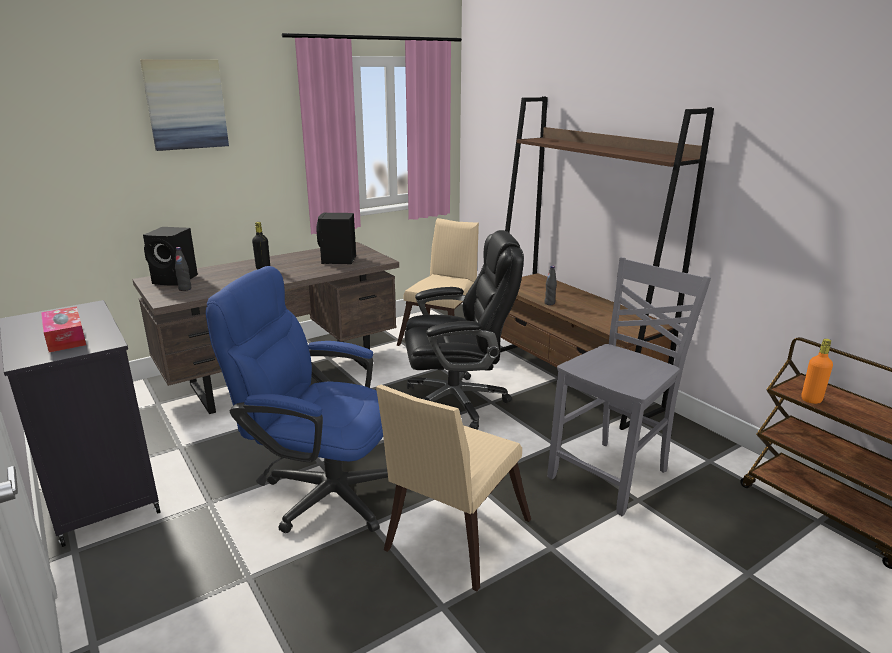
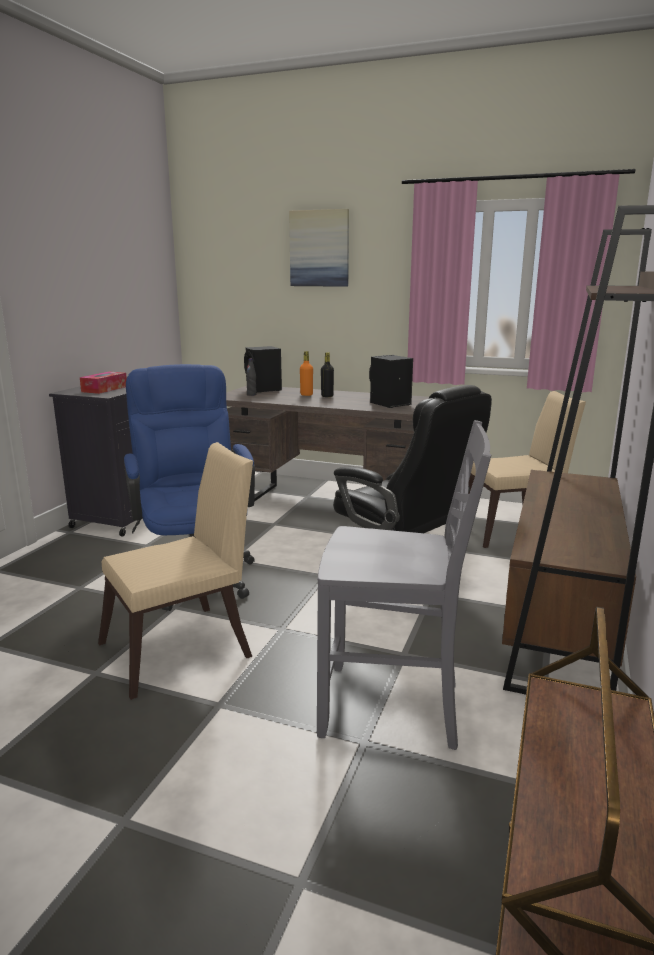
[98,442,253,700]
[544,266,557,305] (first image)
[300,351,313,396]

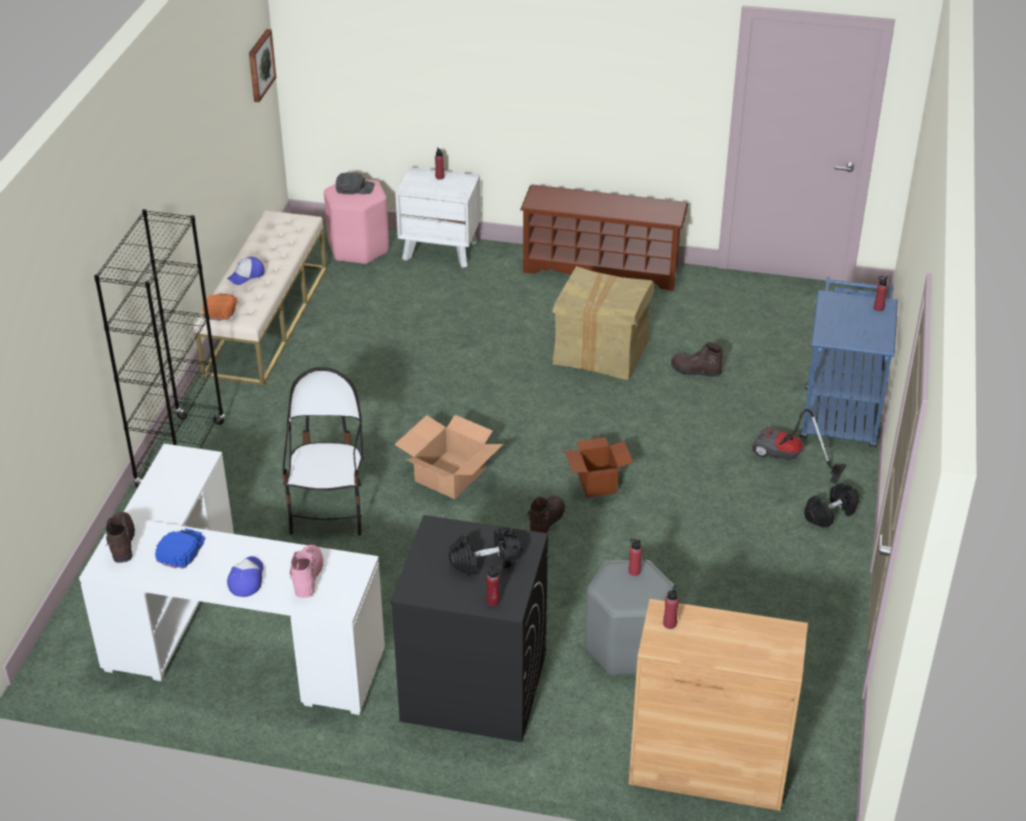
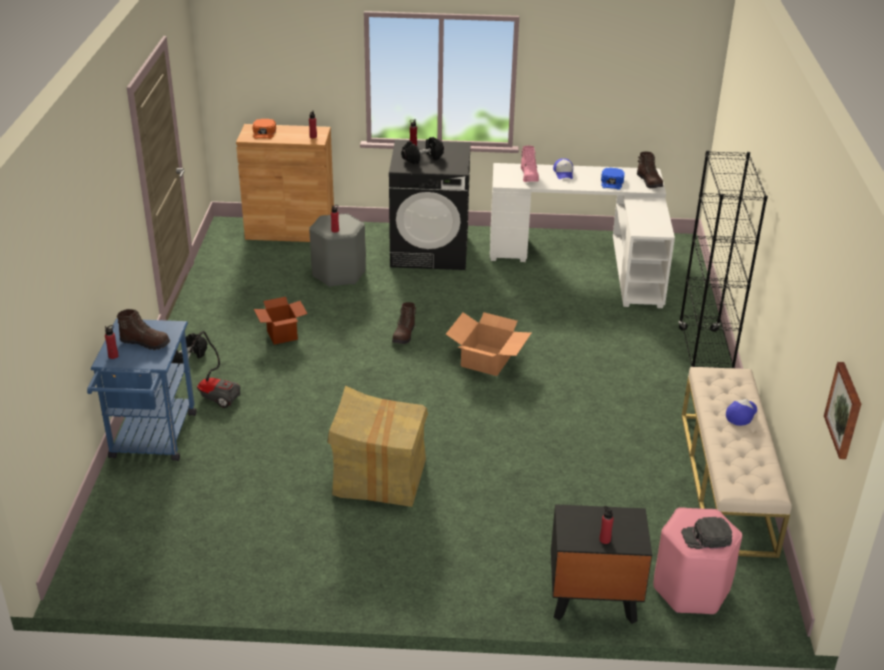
[253,119,276,139]
[283,367,363,536] (first image)
[551,504,652,624]
[520,184,689,291] (first image)
[254,297,308,345]
[117,309,170,350]

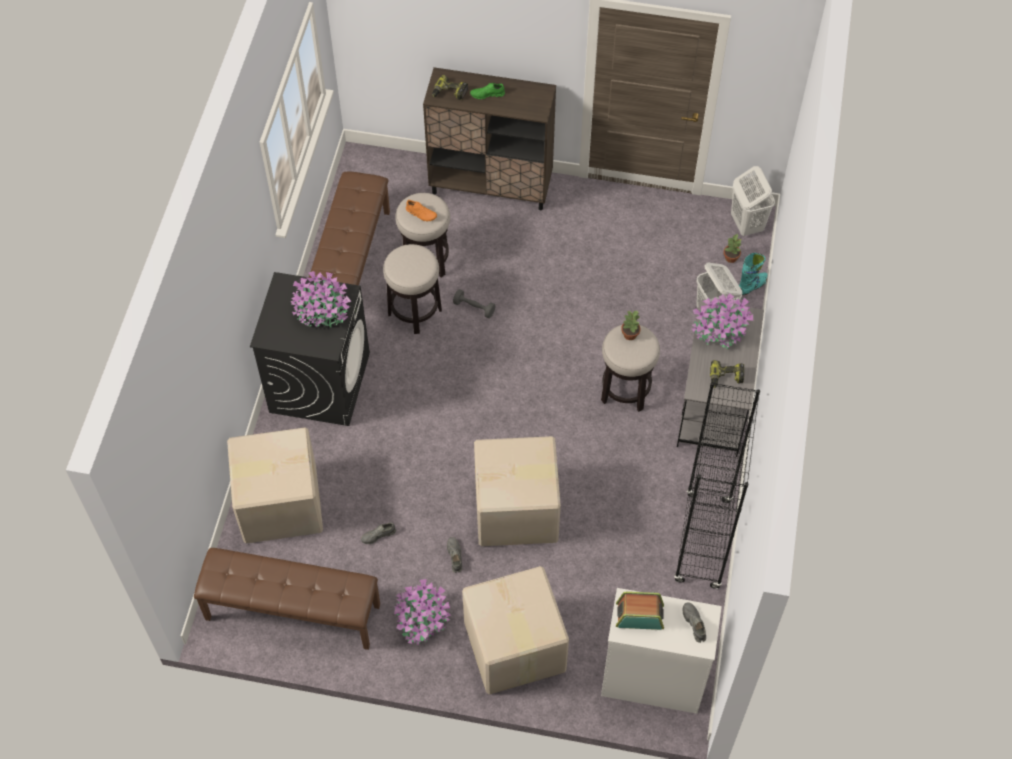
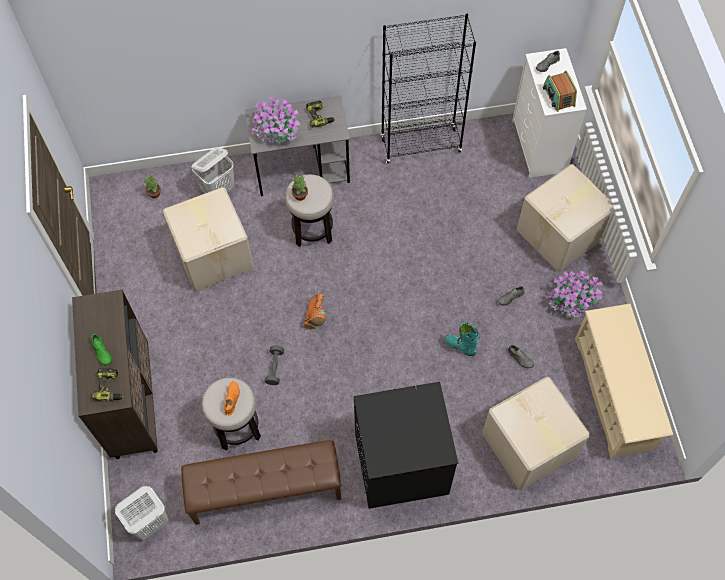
[575,304,673,460]
[291,271,352,328] (first image)
[383,244,442,334] (first image)
[163,187,254,291]
[115,486,169,540]
[445,322,480,356]
[303,293,327,329]

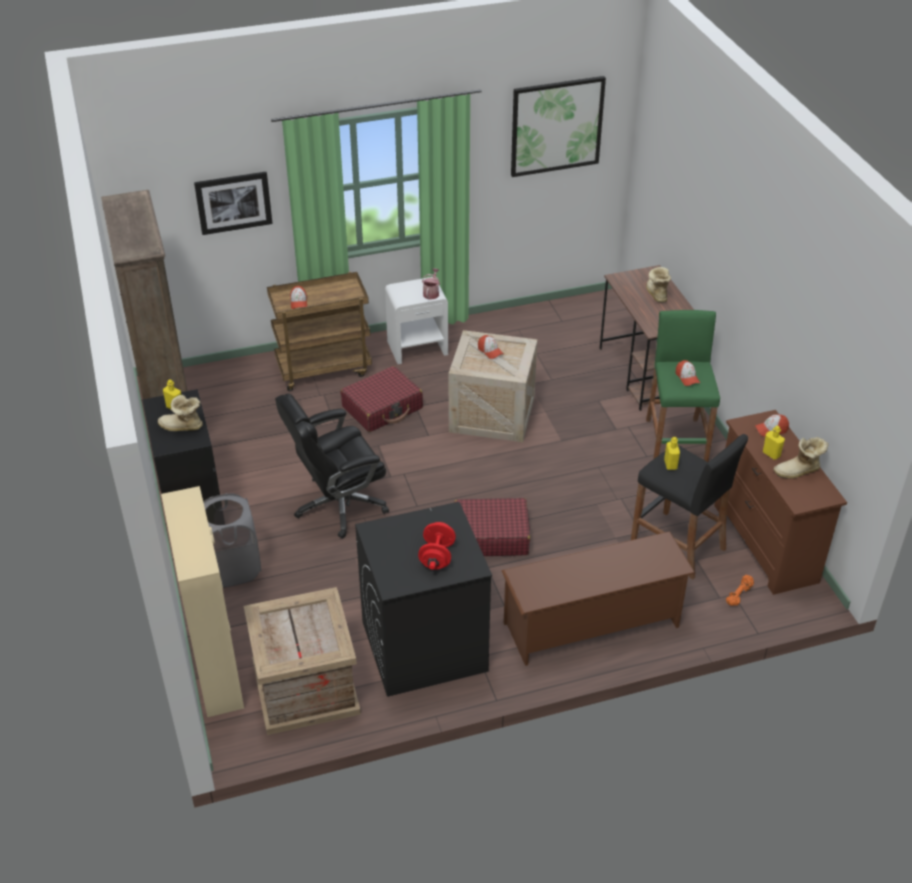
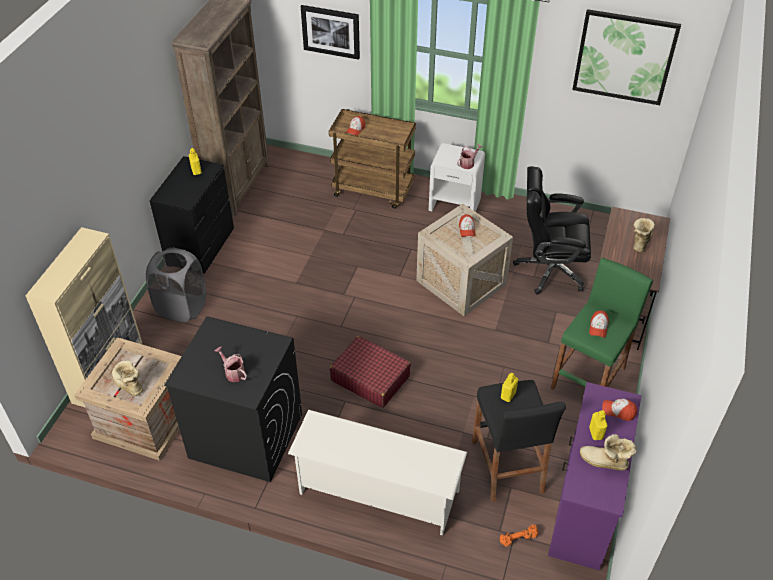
[112,360,143,396]
[513,166,591,295]
[341,366,423,432] (first image)
[215,346,247,382]
[288,410,467,536]
[548,382,641,570]

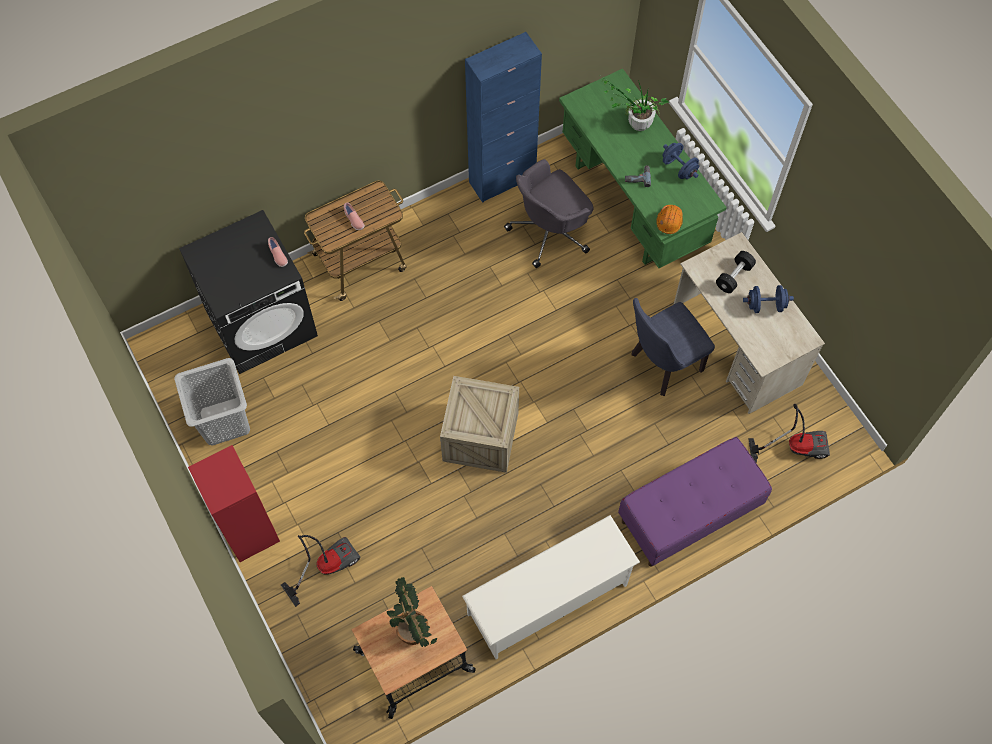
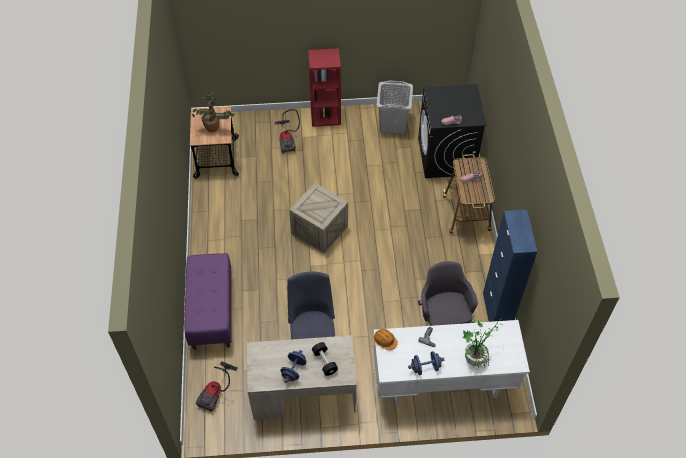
[462,515,640,659] (first image)
[374,320,530,405]

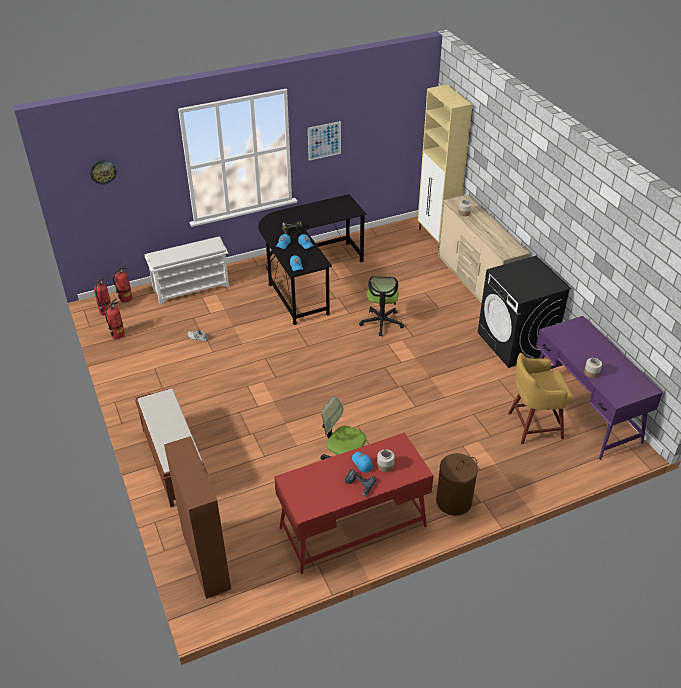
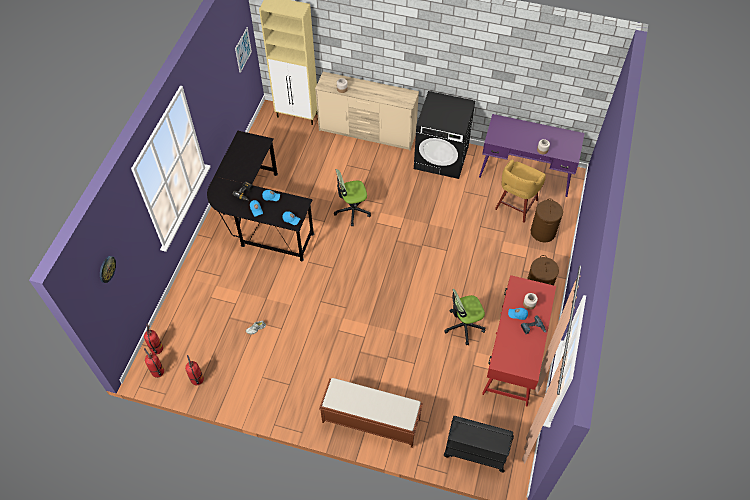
[144,236,229,305] (first image)
[444,416,514,472]
[235,27,252,73]
[334,169,371,226]
[530,198,563,242]

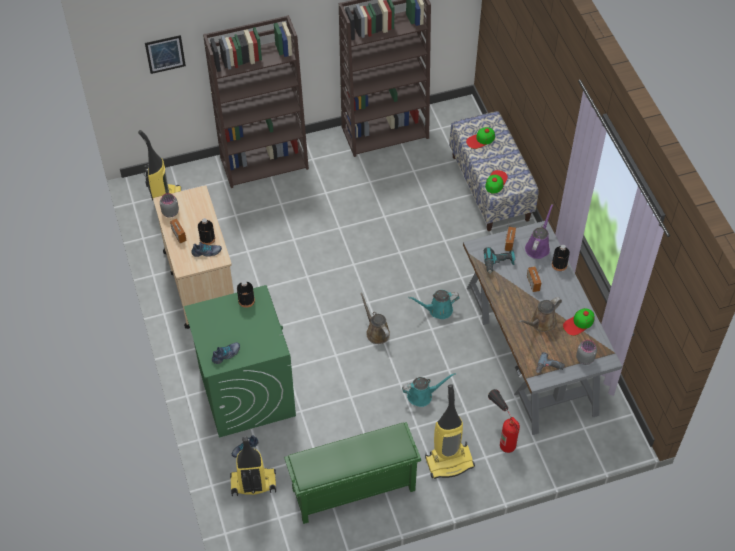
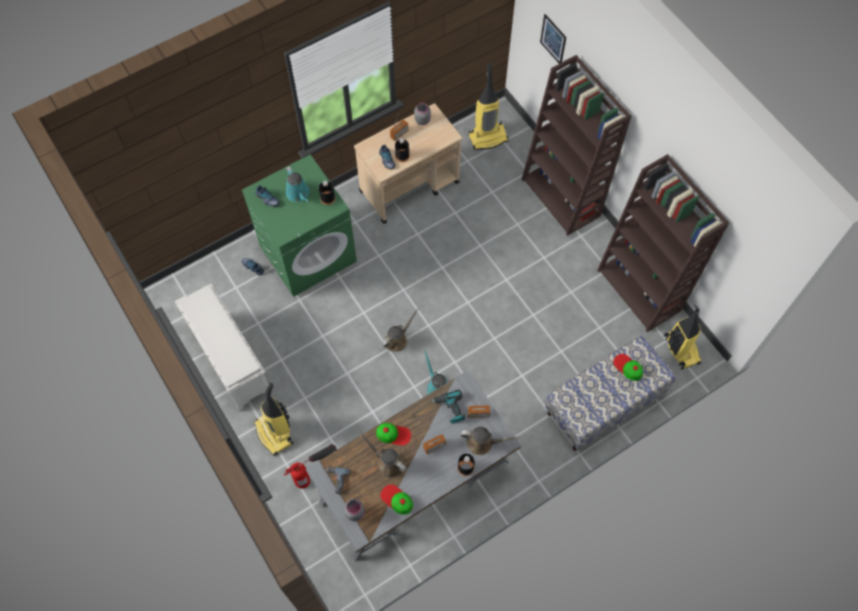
[663,305,702,370]
[175,284,272,411]
[286,166,309,202]
[376,423,411,446]
[461,427,519,455]

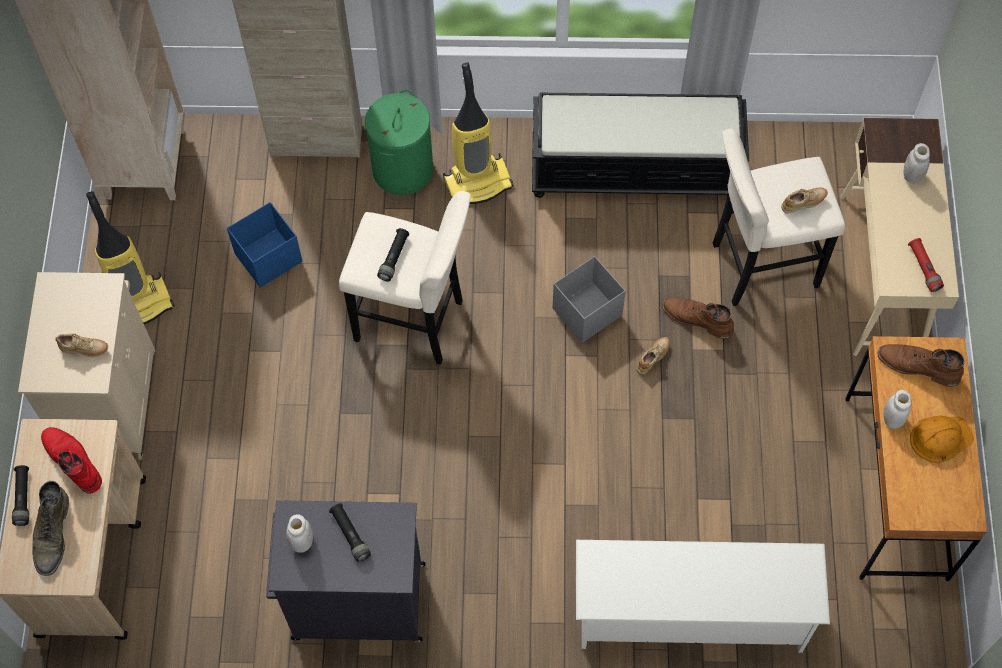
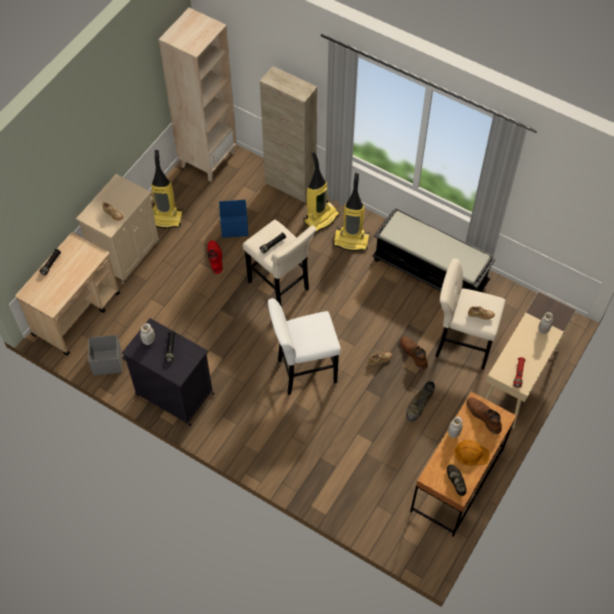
[406,381,435,422]
[207,240,223,274]
[303,152,340,233]
[88,335,122,375]
[576,540,830,653] (first image)
[268,298,341,395]
[447,464,467,496]

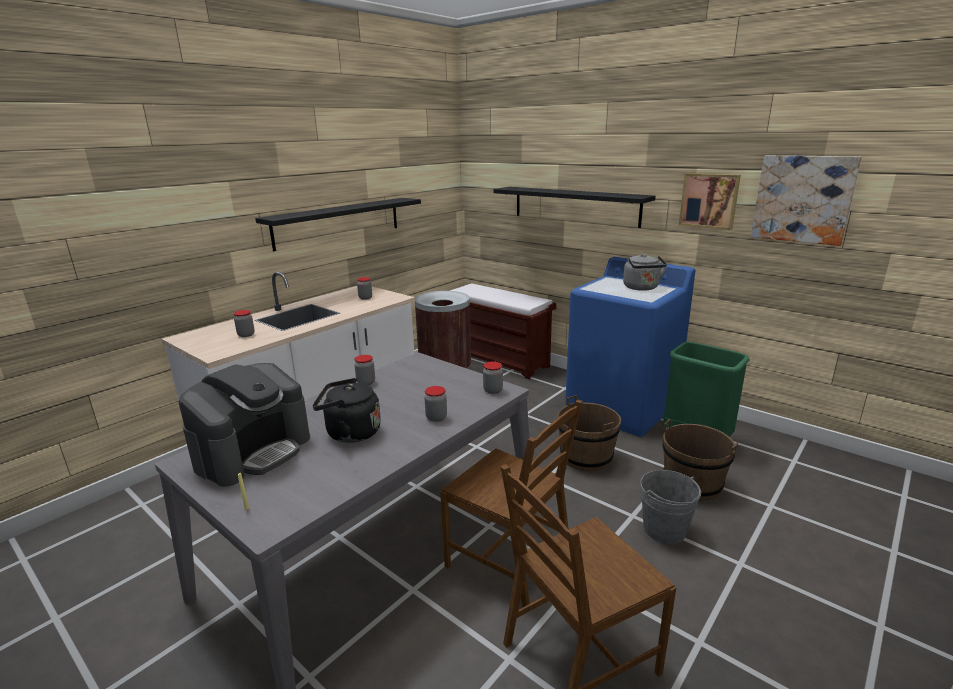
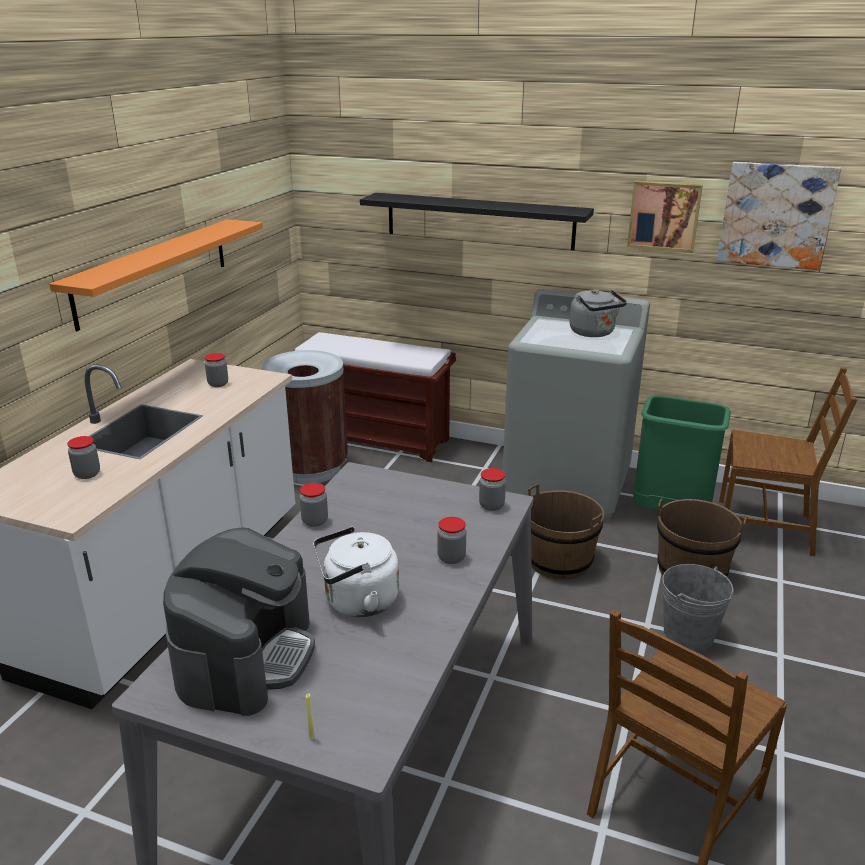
[49,219,263,331]
[313,527,399,617]
[719,367,857,556]
[503,289,650,521]

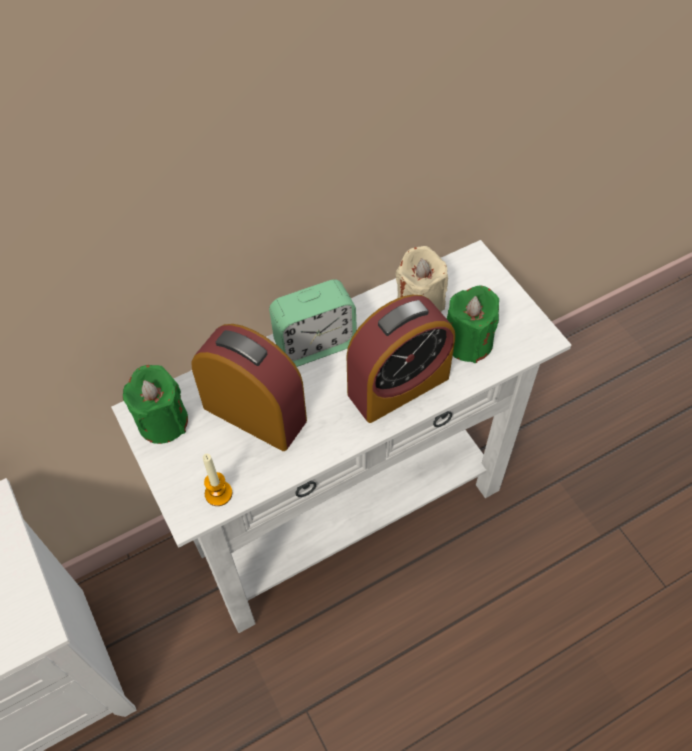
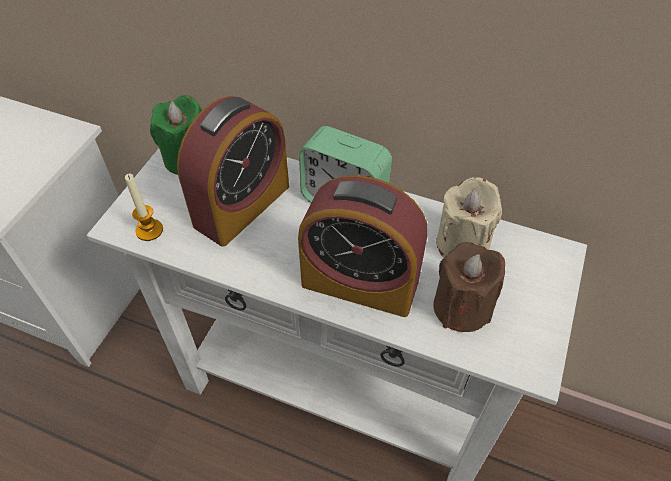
[177,96,289,247]
[433,242,505,332]

